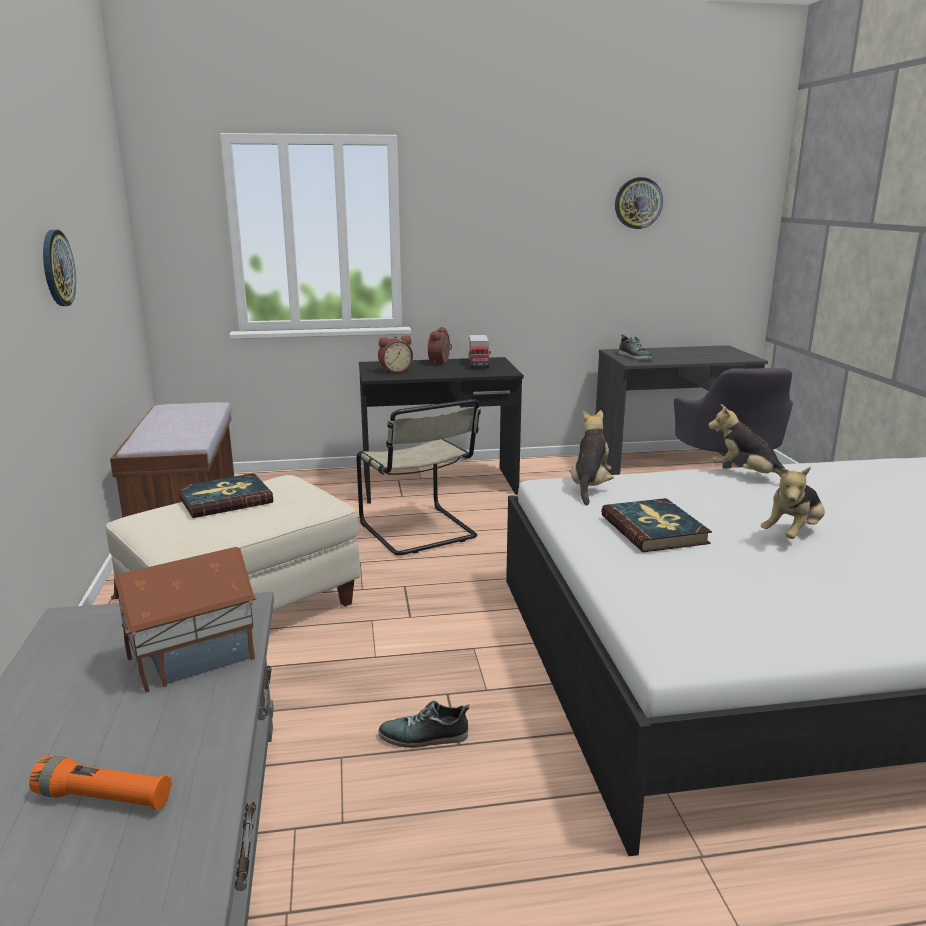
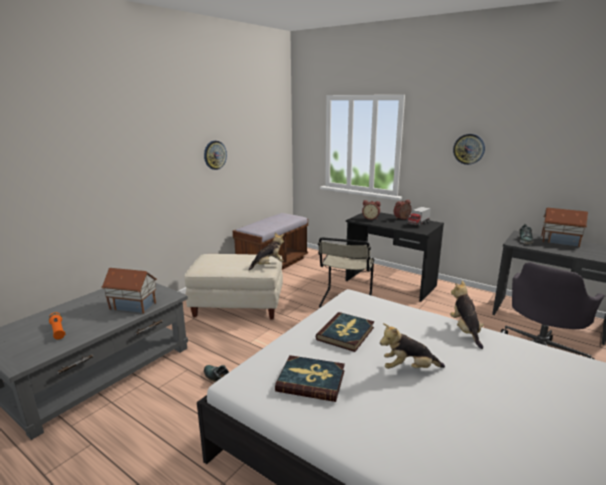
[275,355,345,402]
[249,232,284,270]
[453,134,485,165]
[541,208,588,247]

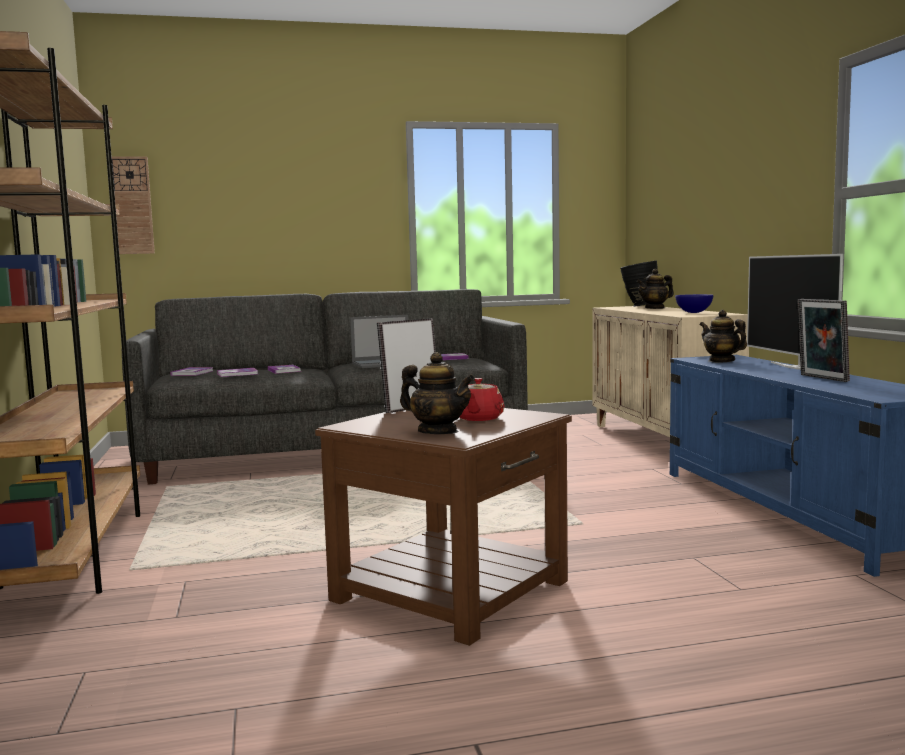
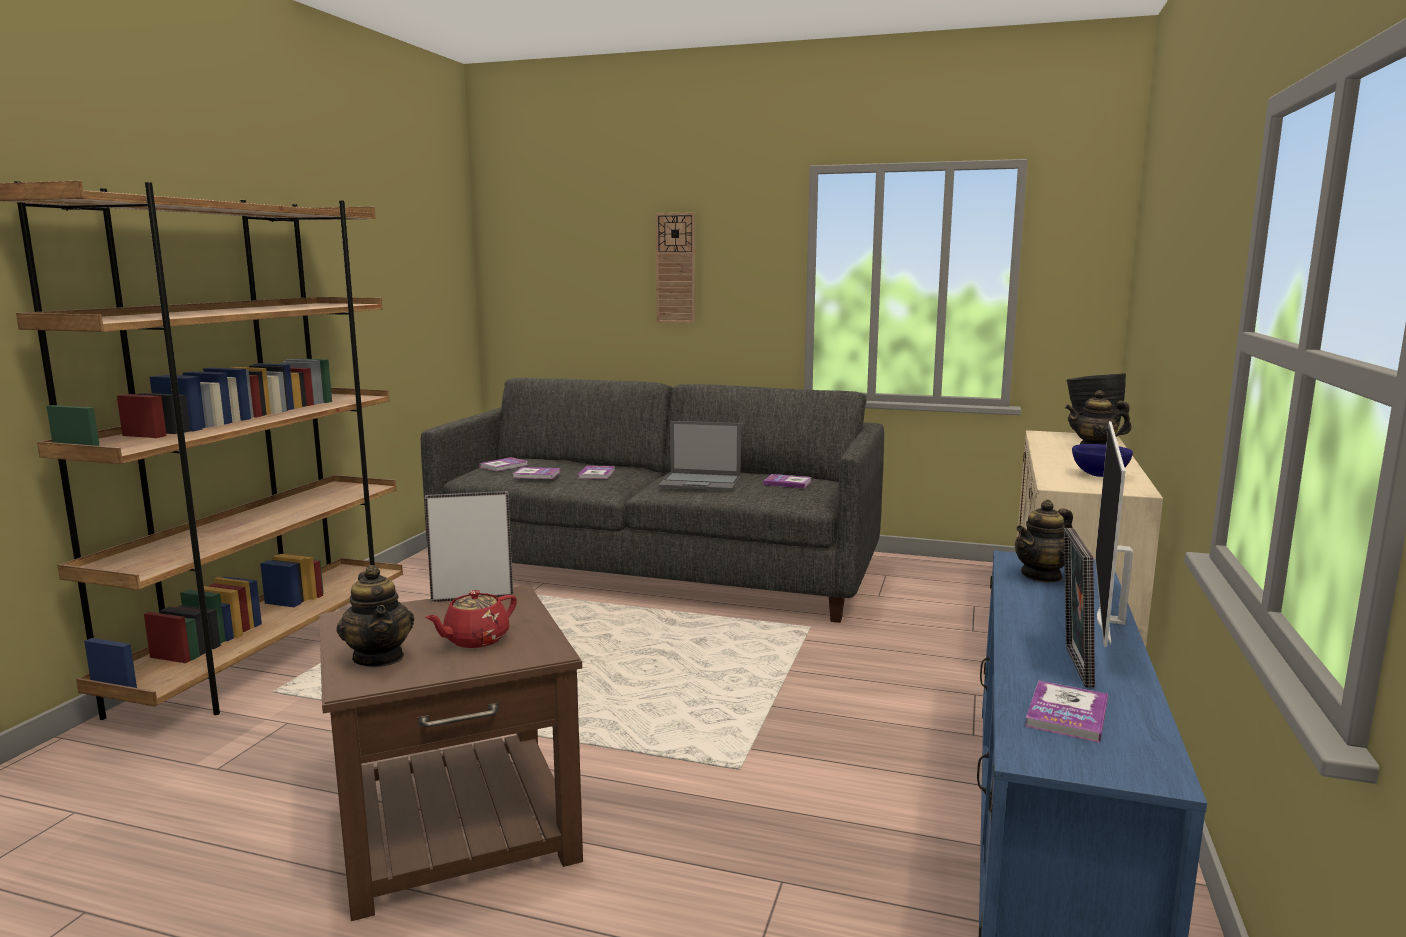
[656,212,695,323]
[1015,500,1073,583]
[1025,681,1108,743]

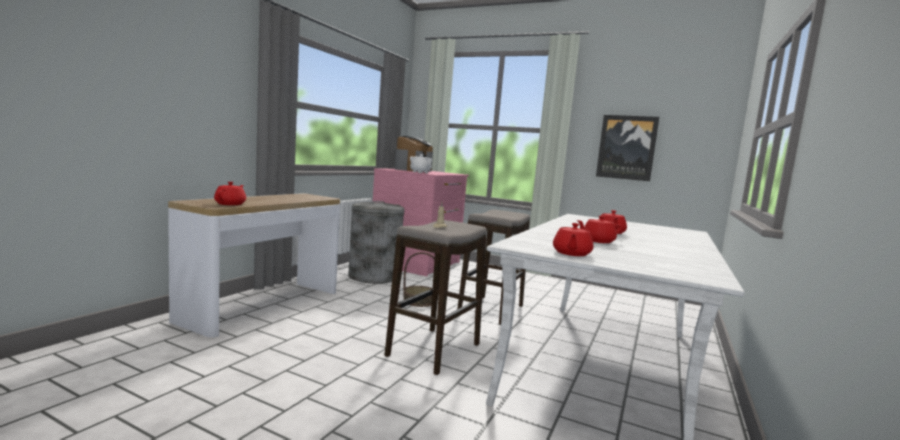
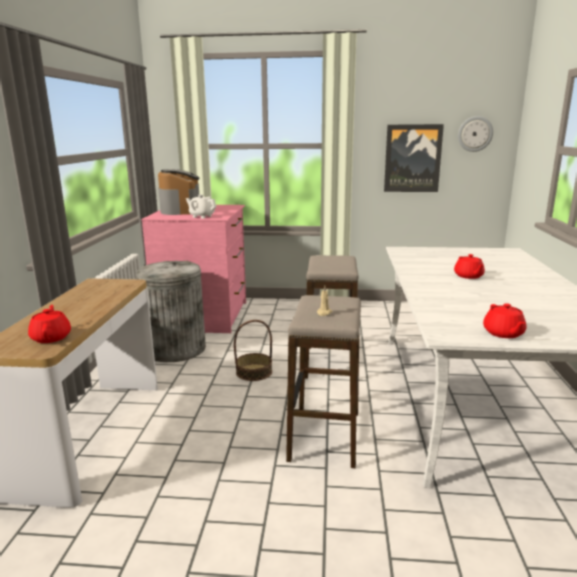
[577,216,621,243] (first image)
[458,116,493,152]

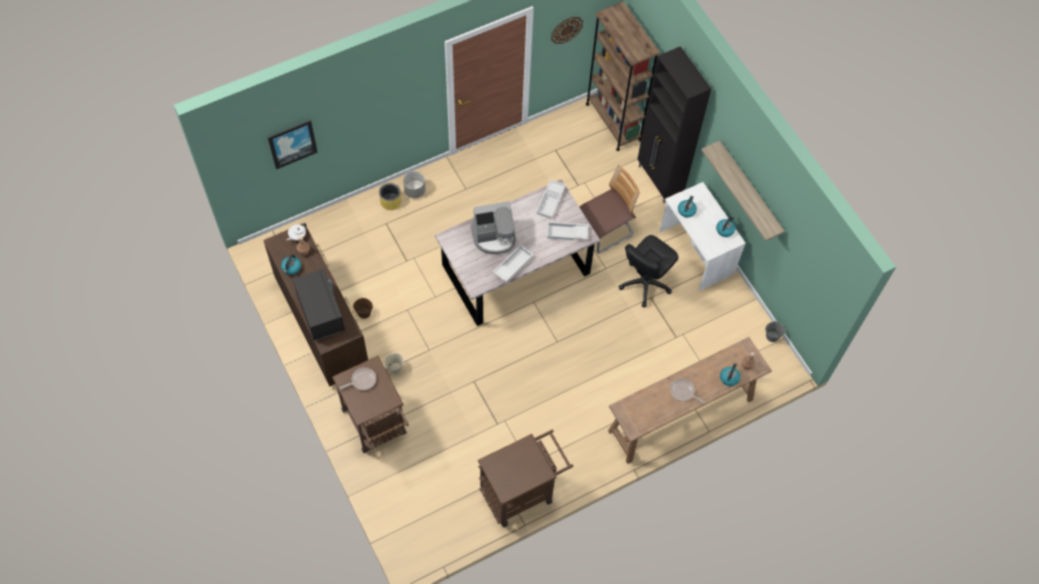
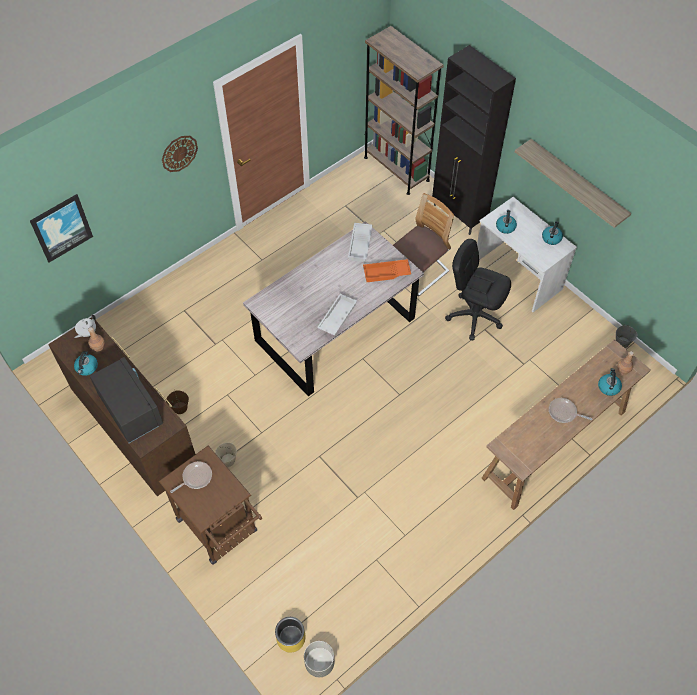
[275,617,305,653]
[304,641,334,677]
[471,201,516,254] (first image)
[478,430,573,527] (first image)
[363,259,411,282]
[162,136,198,172]
[445,239,511,340]

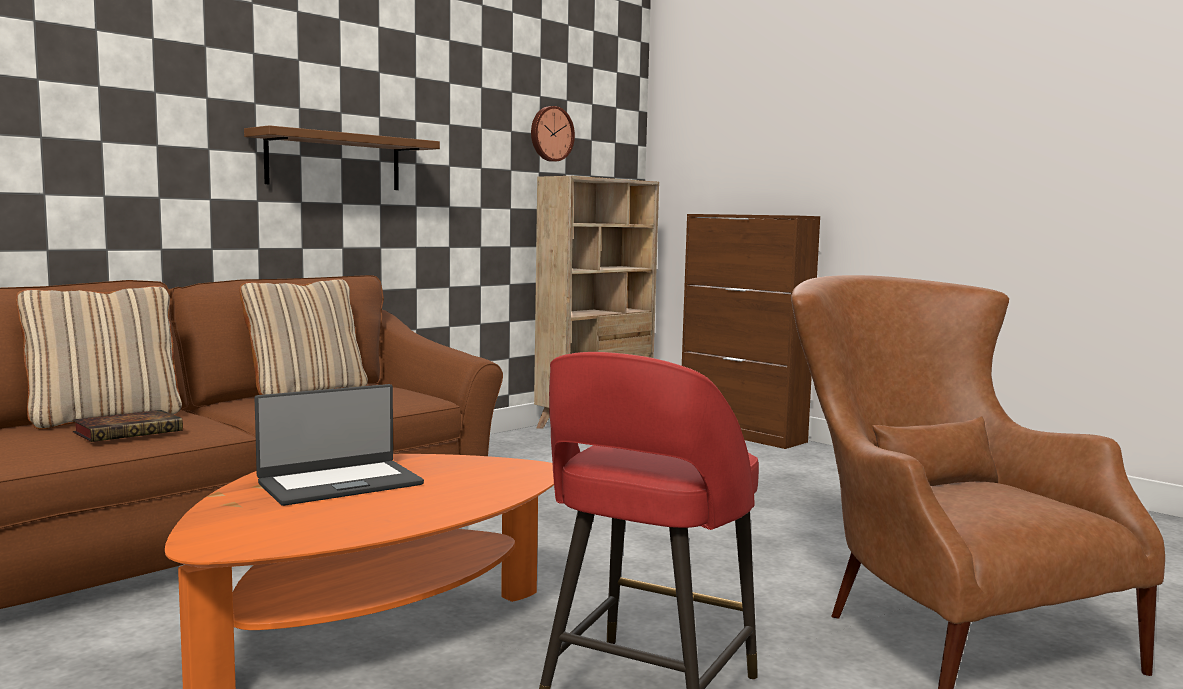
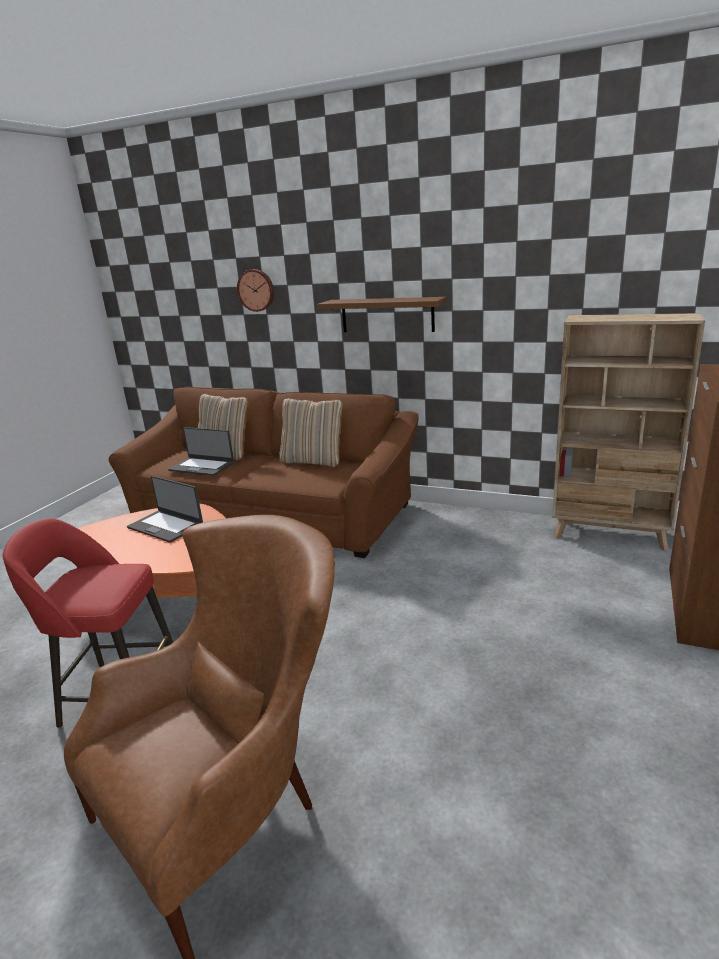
[168,427,234,476]
[237,269,274,312]

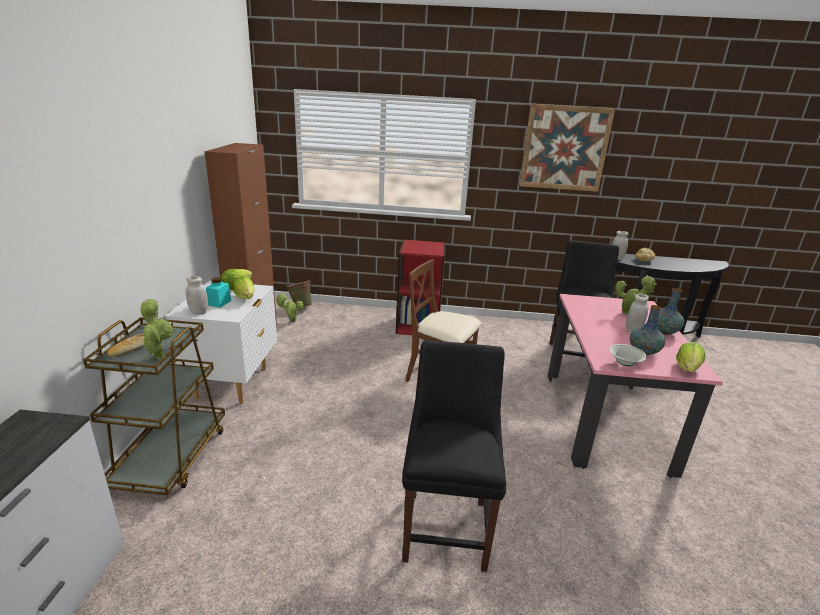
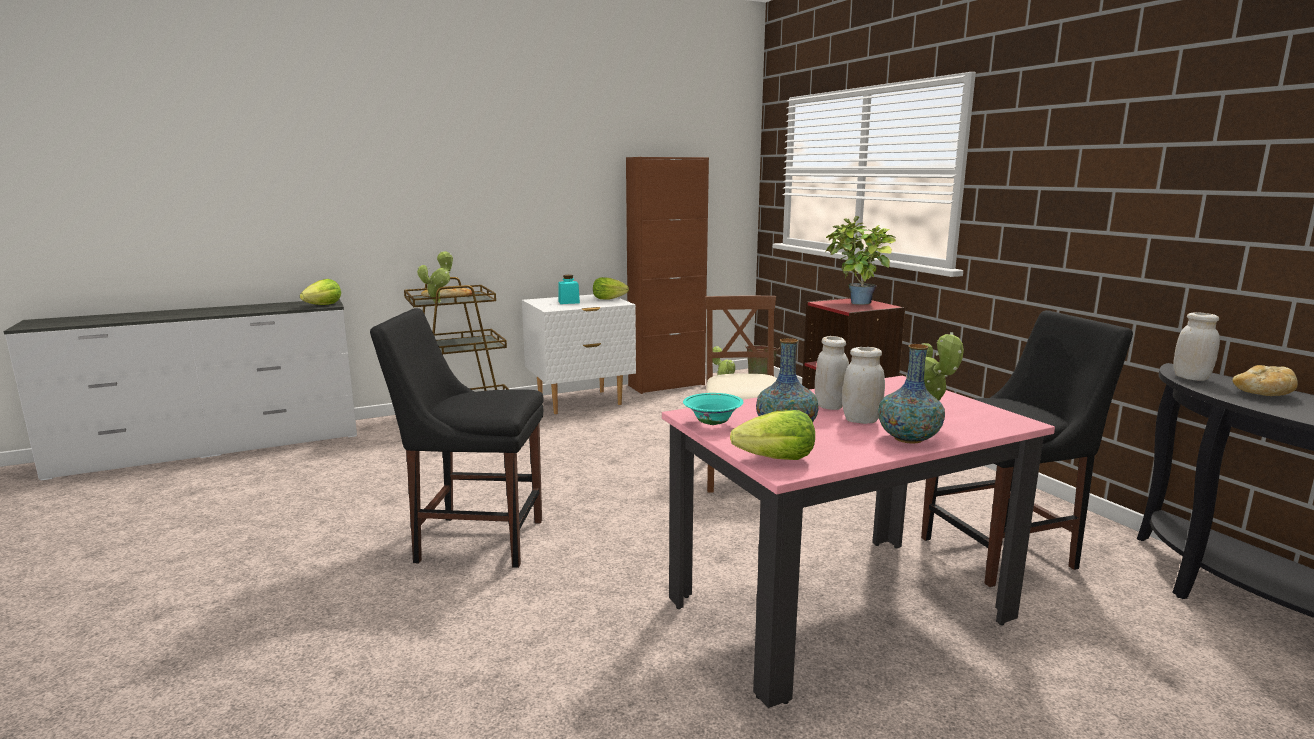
[815,336,849,410]
[300,279,341,305]
[370,308,544,568]
[519,104,616,192] (first image)
[683,393,744,425]
[826,216,896,305]

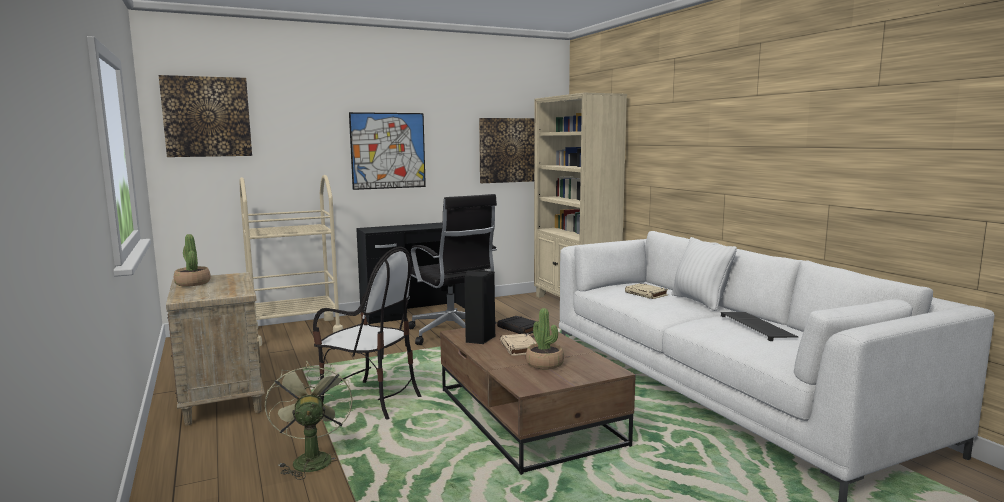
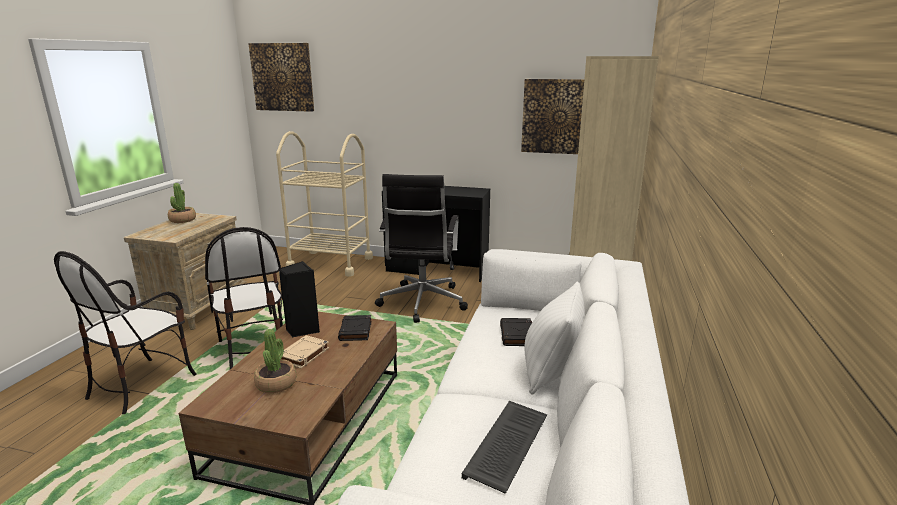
[54,251,197,414]
[349,112,426,190] (first image)
[500,318,532,346]

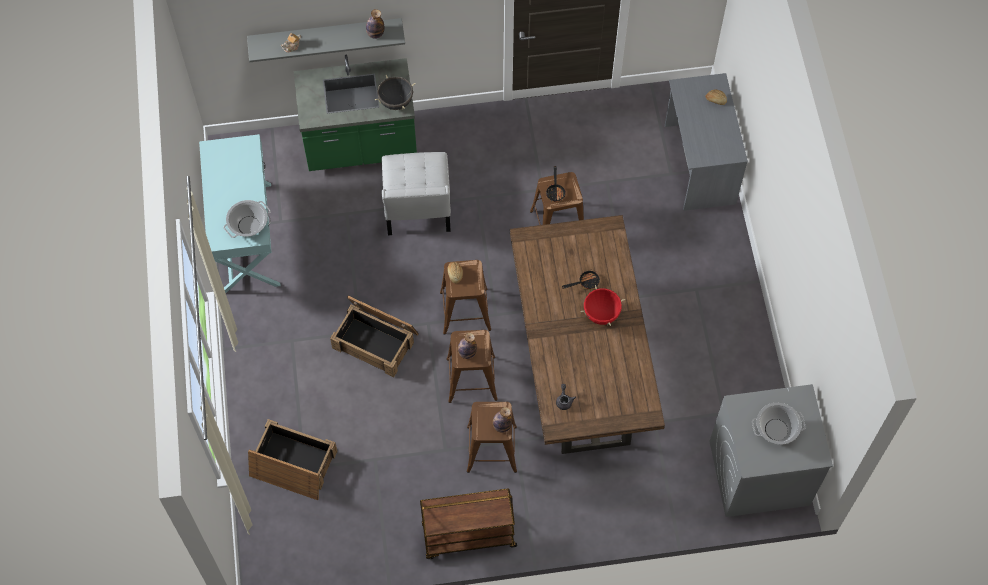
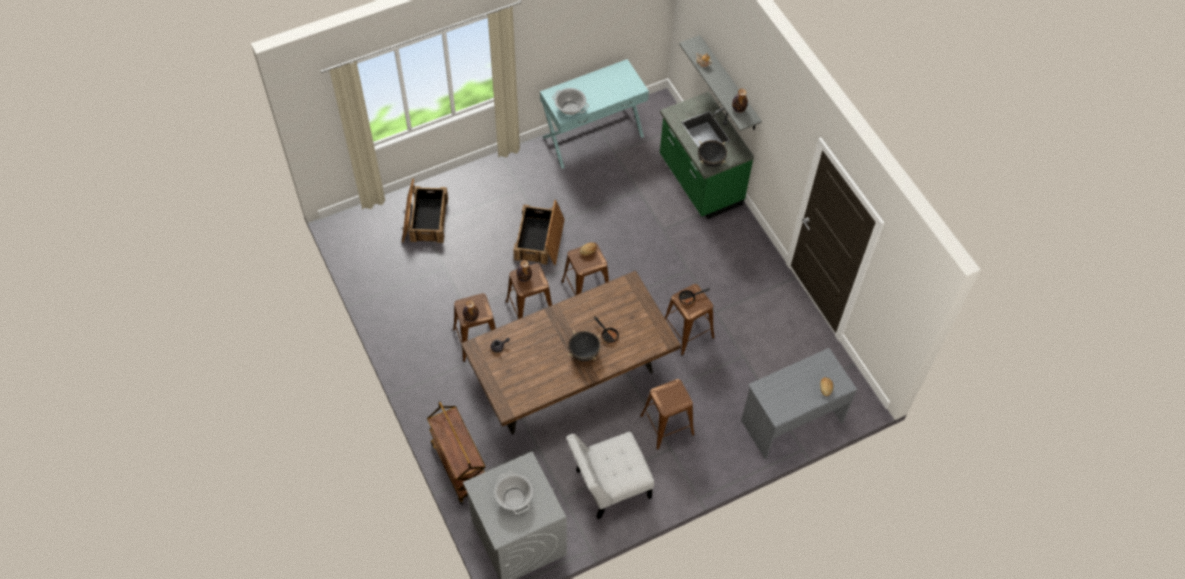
[566,432,654,519]
[427,402,485,505]
[568,331,601,361]
[640,379,694,450]

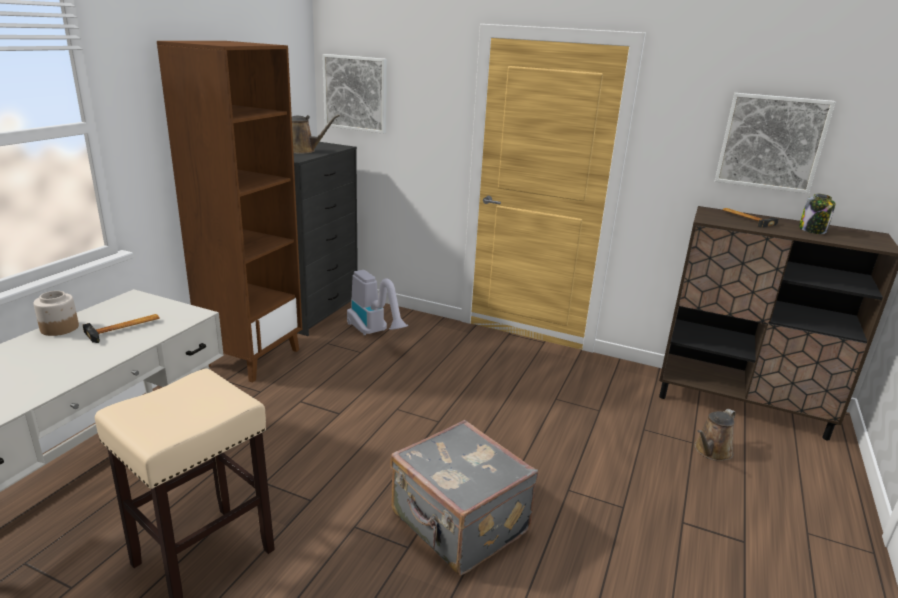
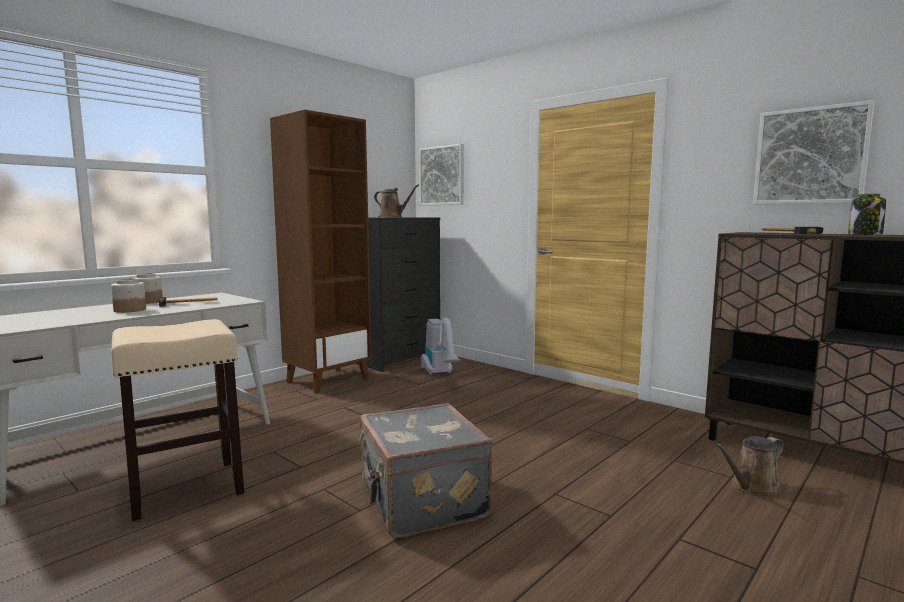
[111,278,146,313]

